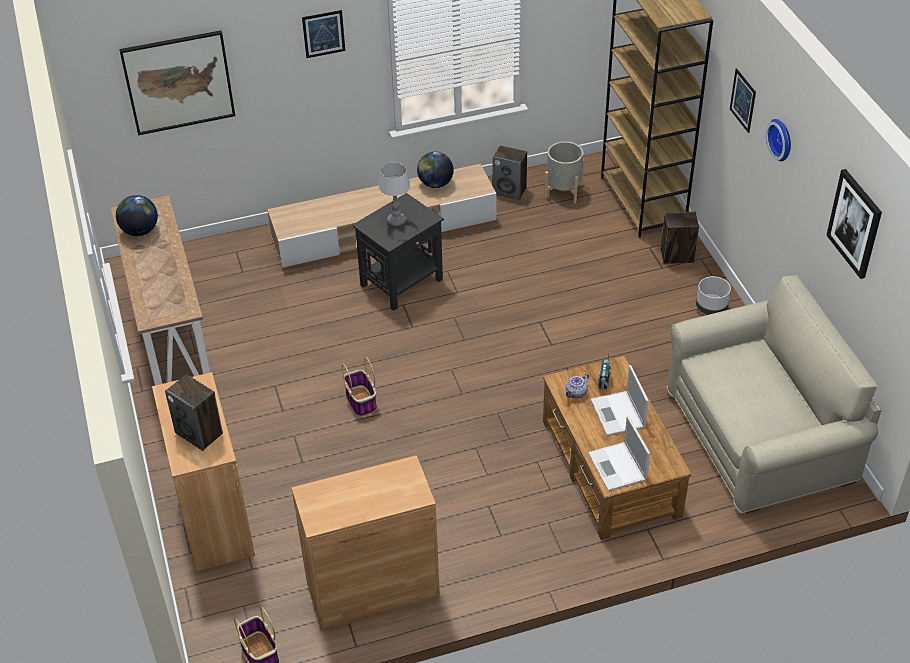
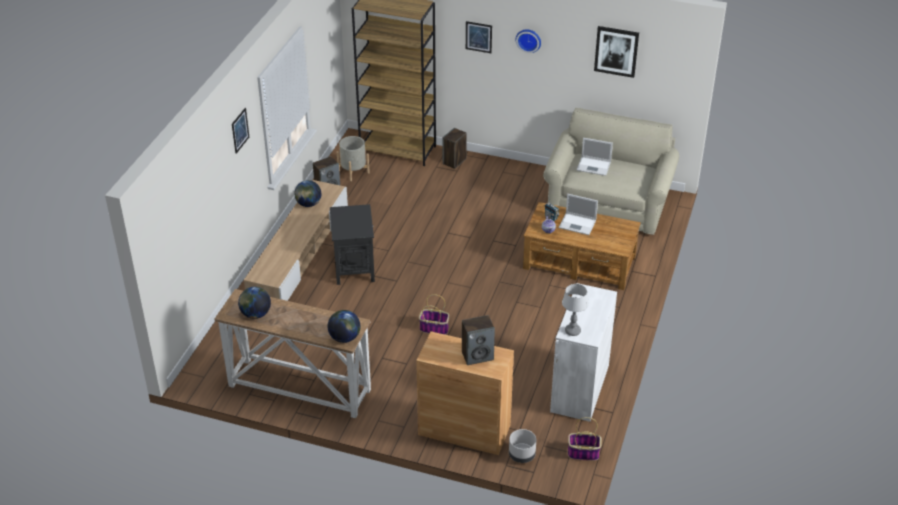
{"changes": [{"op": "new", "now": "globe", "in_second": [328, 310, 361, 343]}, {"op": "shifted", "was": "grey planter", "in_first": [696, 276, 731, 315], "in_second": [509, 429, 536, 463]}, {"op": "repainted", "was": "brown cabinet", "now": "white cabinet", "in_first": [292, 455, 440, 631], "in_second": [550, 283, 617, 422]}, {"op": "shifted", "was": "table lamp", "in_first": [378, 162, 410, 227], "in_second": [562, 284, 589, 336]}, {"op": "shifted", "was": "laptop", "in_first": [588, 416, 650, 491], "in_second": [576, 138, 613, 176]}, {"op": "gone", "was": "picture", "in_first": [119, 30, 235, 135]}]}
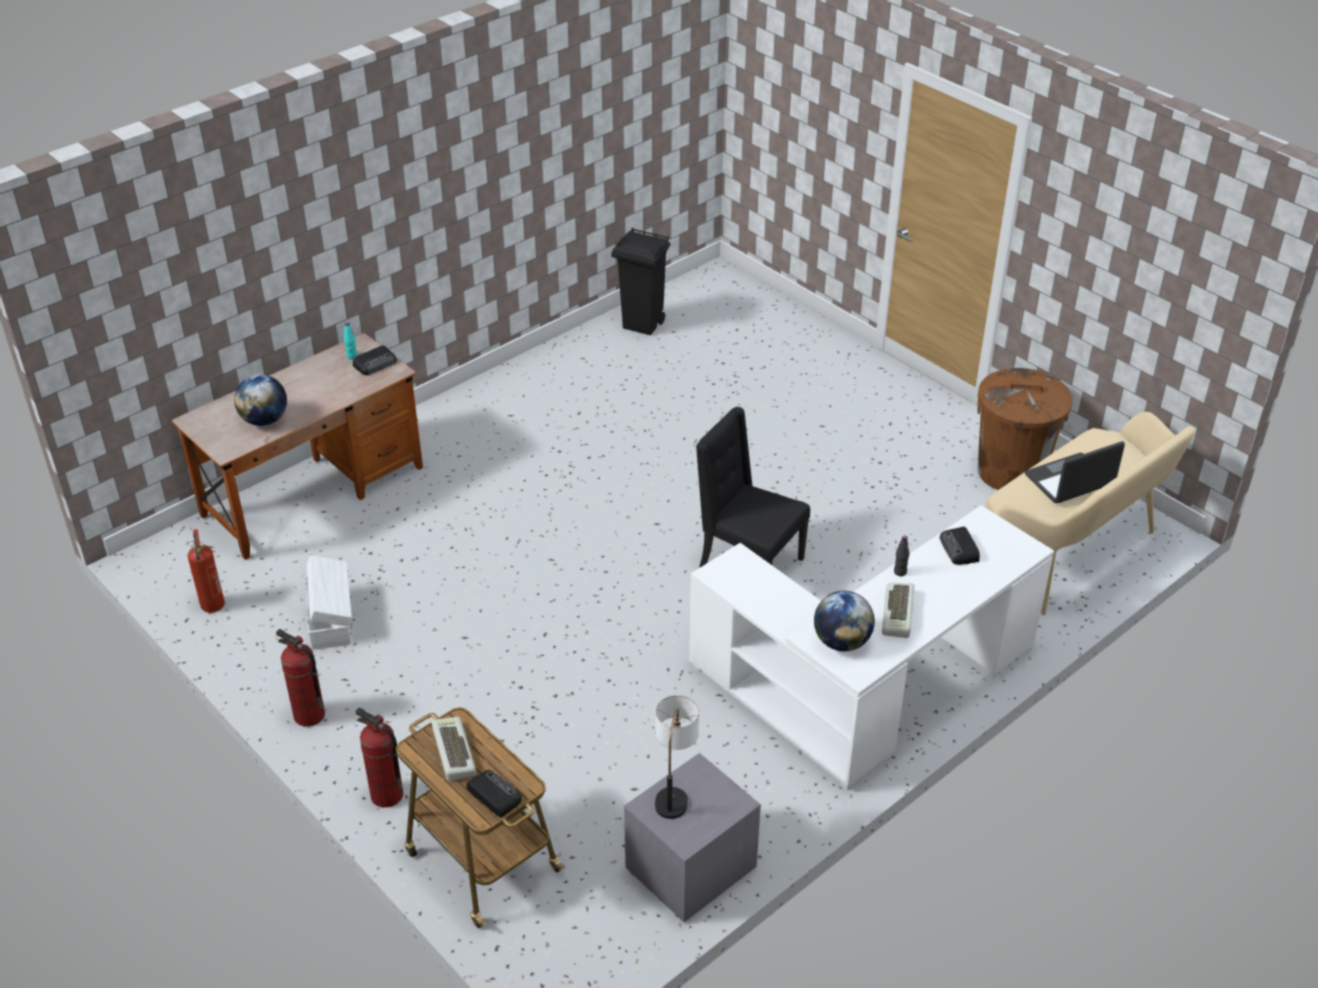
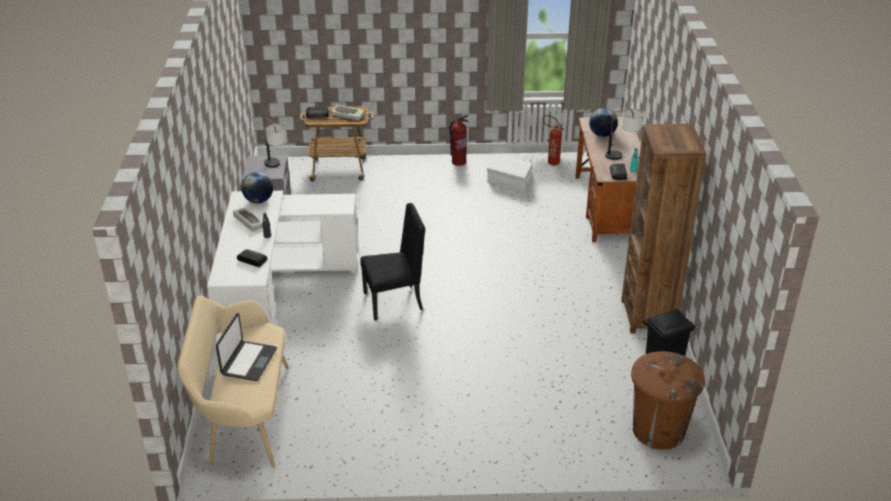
{"changes": [{"op": "new", "now": "table lamp", "in_second": [605, 109, 643, 160]}, {"op": "new", "now": "brown bookcase", "in_second": [621, 124, 706, 334]}, {"op": "shifted", "was": "brown trash can", "in_first": [978, 368, 1073, 490], "in_second": [631, 351, 705, 450]}, {"op": "gone", "was": "fire extinguisher", "in_first": [355, 708, 403, 808]}]}
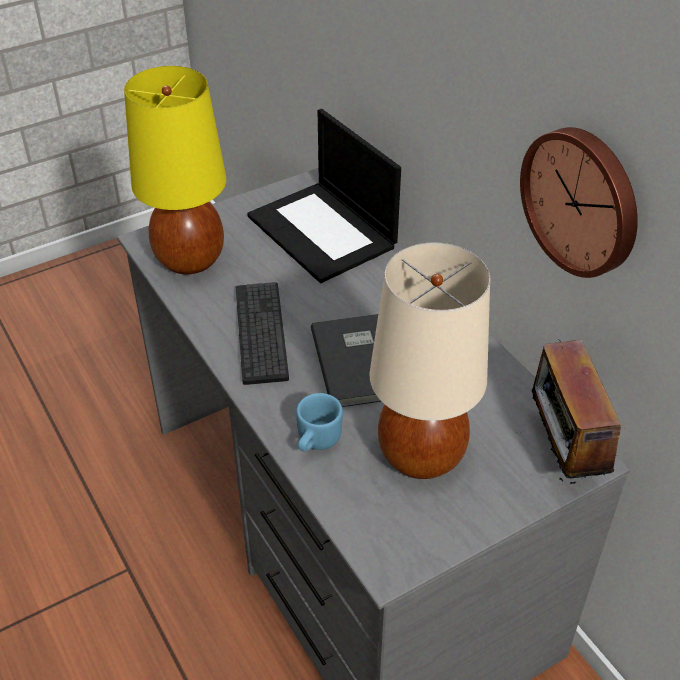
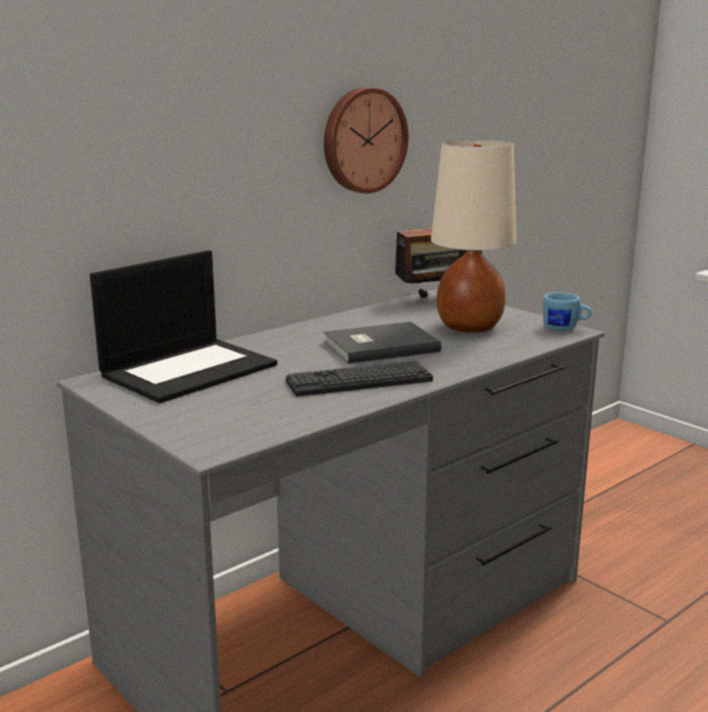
{"changes": [{"op": "shifted", "was": "blue mug", "in_first": [296, 393, 343, 452], "in_second": [543, 292, 592, 331]}, {"op": "gone", "was": "yellow table lamp", "in_first": [124, 66, 226, 274]}]}
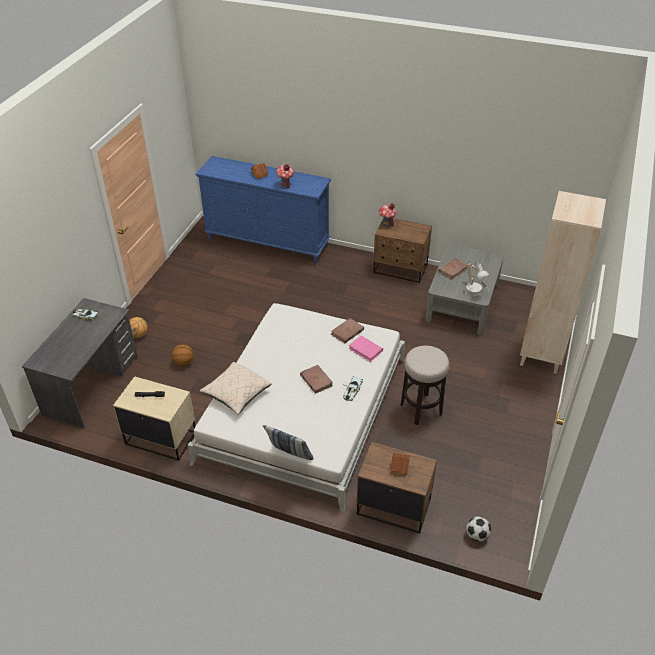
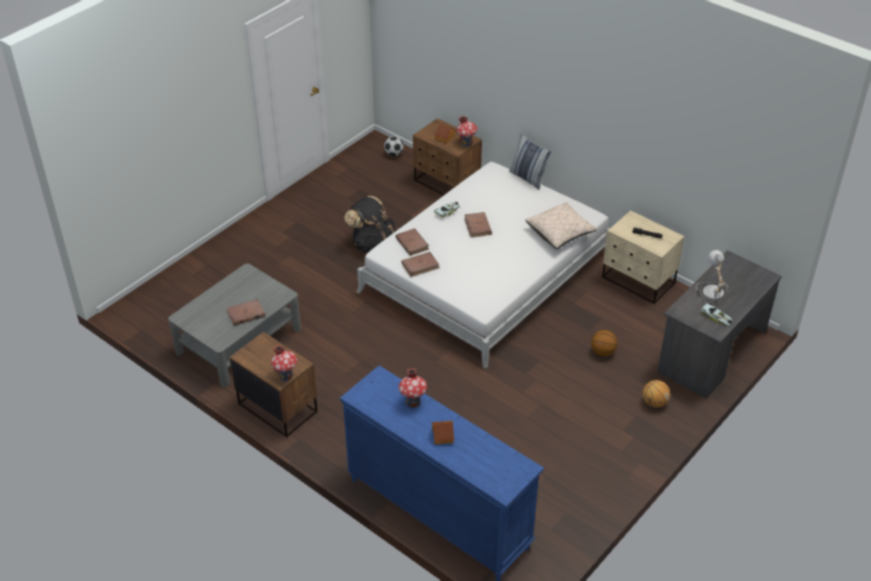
{"changes": [{"op": "swapped", "was": "stool", "now": "black backpack", "in_first": [400, 346, 450, 425], "in_second": [344, 196, 396, 253]}, {"op": "repainted", "was": "pink book", "now": "brown book", "in_first": [349, 336, 383, 362], "in_second": [396, 228, 429, 256]}, {"op": "new", "now": "toy house", "in_second": [456, 116, 478, 147]}, {"op": "shifted", "was": "table lamp", "in_first": [463, 261, 489, 297], "in_second": [696, 250, 731, 303]}, {"op": "gone", "was": "beige bookcase", "in_first": [520, 191, 606, 374]}]}
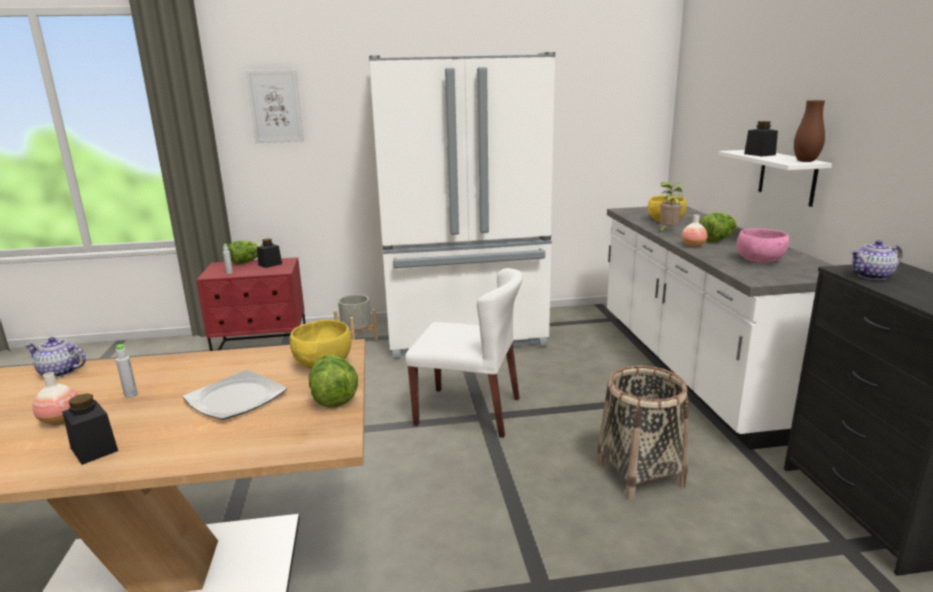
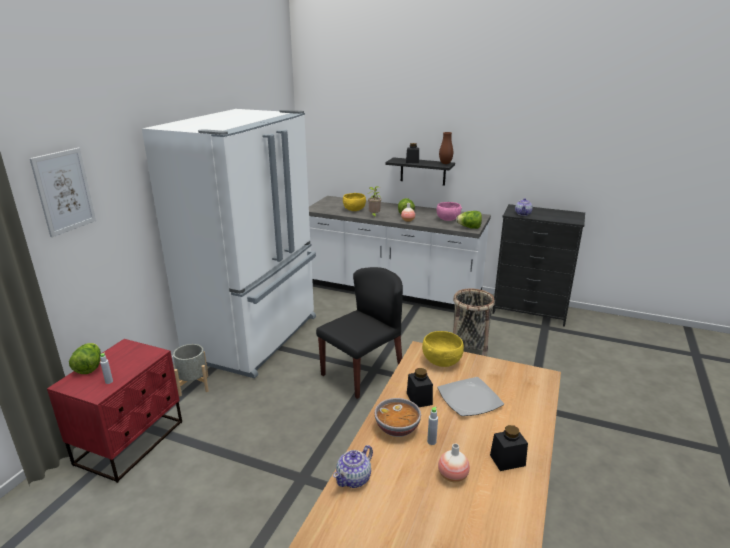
{"changes": [{"op": "repainted", "was": "white chair", "now": "black chair", "in_first": [405, 268, 523, 438], "in_second": [316, 267, 403, 399]}, {"op": "new", "now": "bowl", "in_second": [375, 398, 421, 437]}, {"op": "repainted", "was": "white shelf", "now": "black shelf", "in_first": [719, 150, 832, 207], "in_second": [385, 157, 455, 186]}, {"op": "shifted", "was": "black jar", "in_first": [257, 239, 282, 268], "in_second": [407, 368, 433, 407]}, {"op": "shifted", "was": "lettuce", "in_first": [309, 354, 358, 408], "in_second": [456, 211, 482, 229]}]}
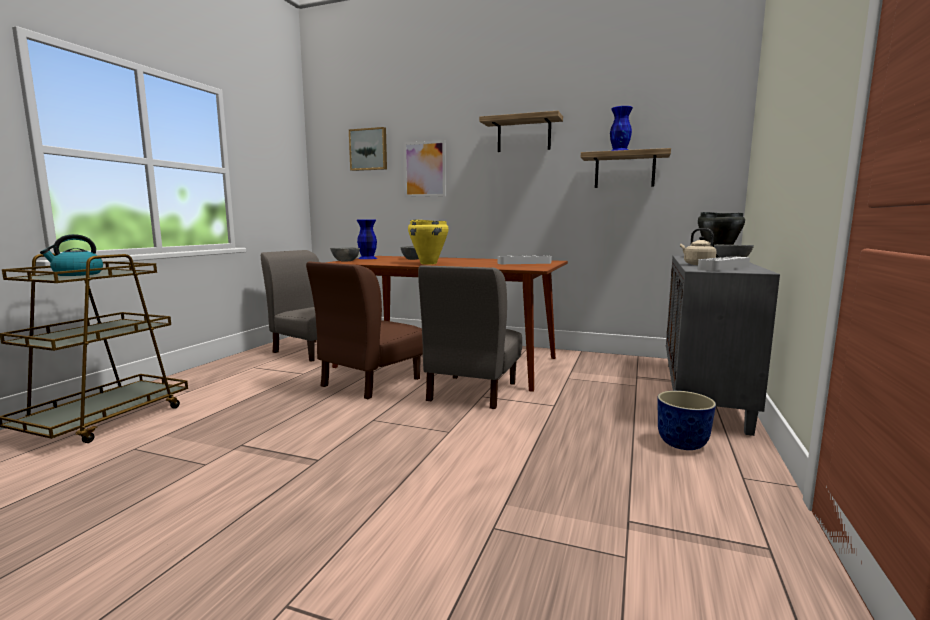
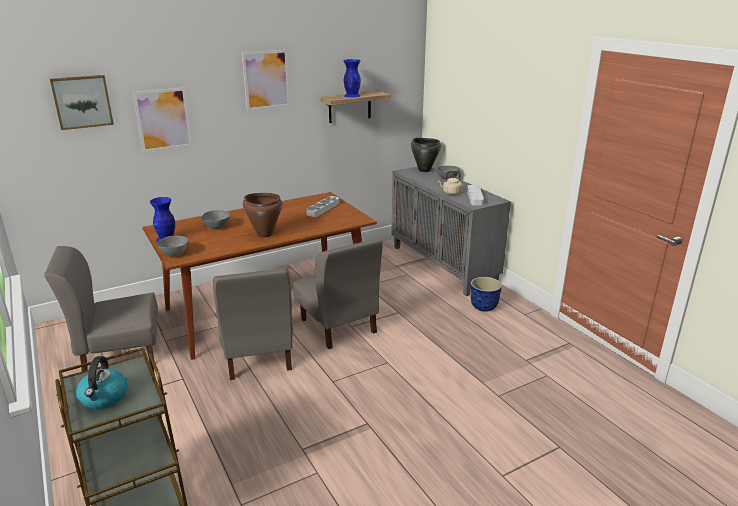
{"changes": [{"op": "repainted", "was": "brown chair", "now": "grey chair", "in_first": [306, 262, 423, 399], "in_second": [213, 268, 293, 380]}, {"op": "swapped", "was": "shelf", "now": "picture", "in_first": [479, 111, 563, 152], "in_second": [242, 50, 290, 111]}, {"op": "repainted", "was": "yellow cooking pot", "now": "brown cooking pot", "in_first": [408, 219, 449, 265], "in_second": [243, 193, 282, 238]}]}
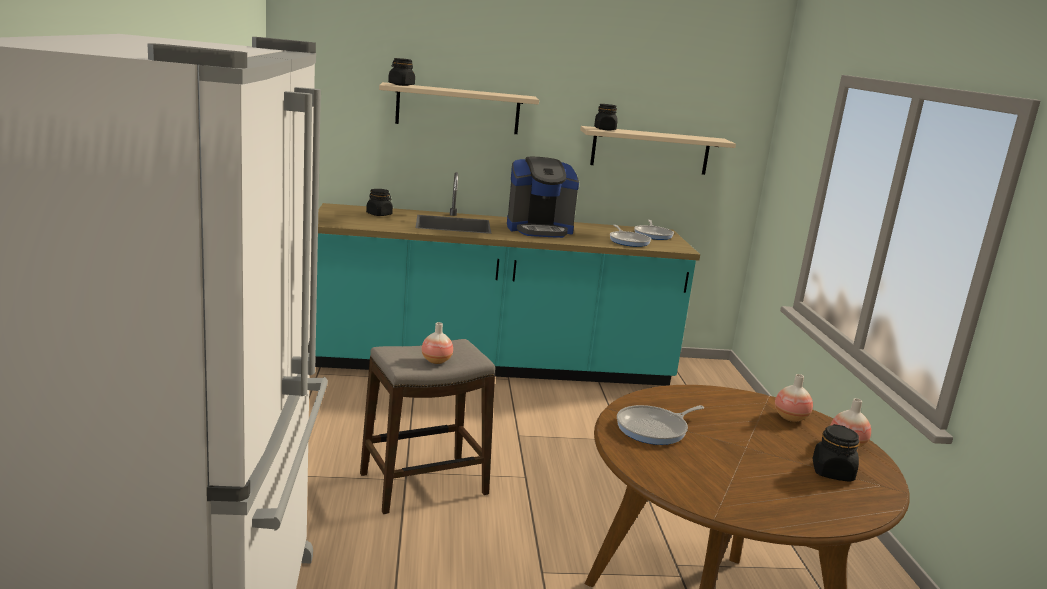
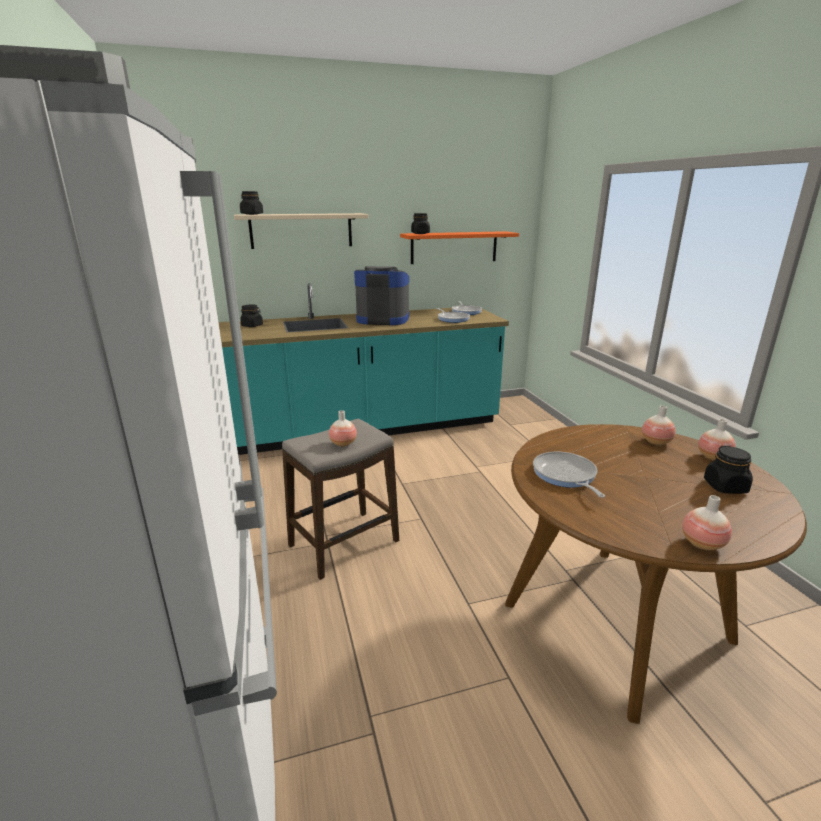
{"changes": [{"op": "rotated", "was": "coffee machine", "in_first": [507, 157, 579, 238], "in_second": [354, 266, 409, 325], "clockwise": -150}, {"op": "repainted", "was": "beige shelf", "now": "orange shelf", "in_first": [580, 126, 736, 175], "in_second": [400, 231, 519, 264]}, {"op": "rotated", "was": "frying pan", "in_first": [617, 405, 704, 445], "in_second": [533, 452, 605, 498], "clockwise": 120}, {"op": "new", "now": "vase", "in_second": [682, 495, 732, 551]}]}
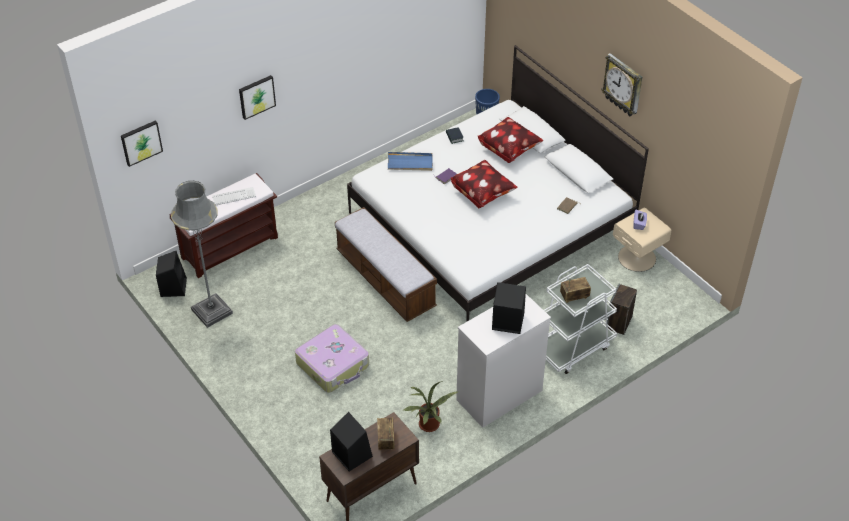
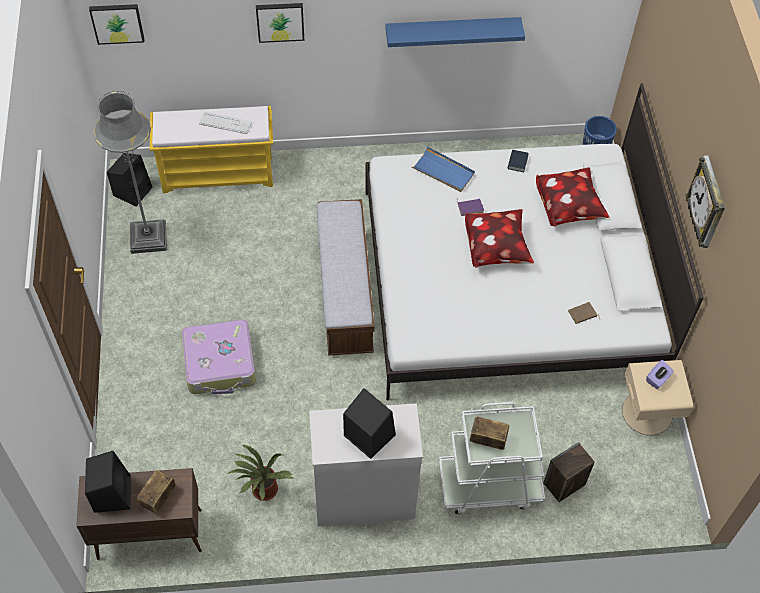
{"changes": [{"op": "repainted", "was": "brown bench", "now": "yellow bench", "in_first": [169, 173, 278, 278], "in_second": [150, 106, 273, 193]}, {"op": "new", "now": "blue shelf", "in_second": [385, 17, 525, 47]}]}
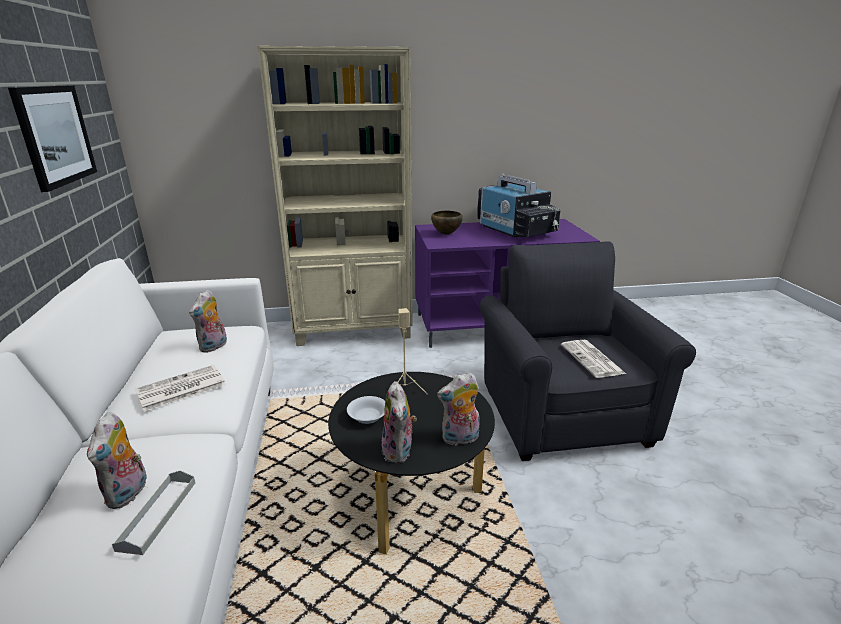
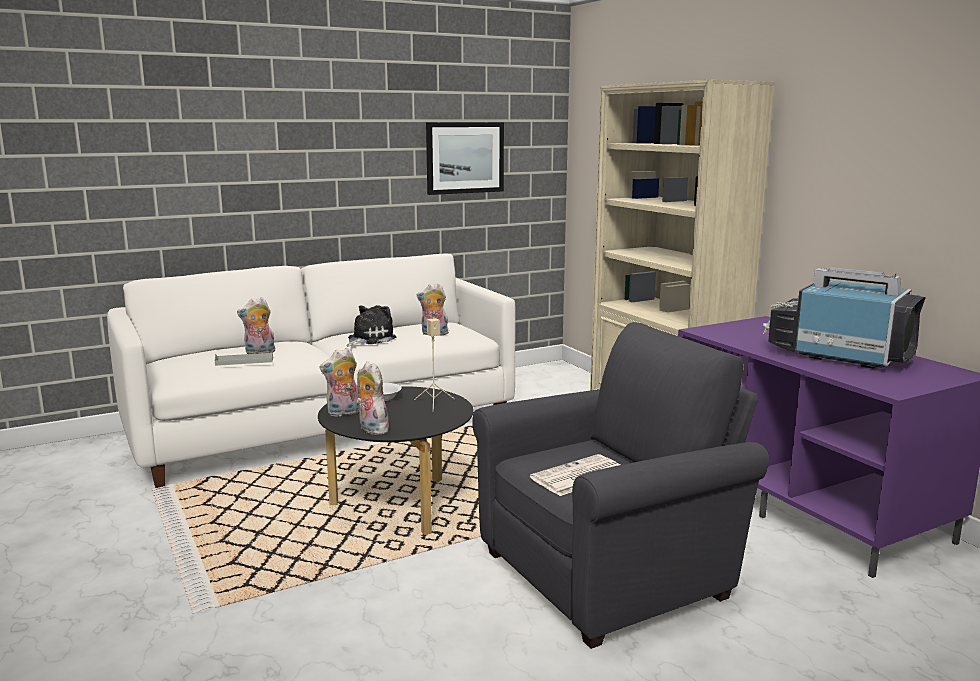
{"changes": [{"op": "swapped", "was": "newspaper", "now": "plush toy", "in_first": [135, 365, 226, 411], "in_second": [346, 305, 396, 346]}, {"op": "rotated", "was": "television", "in_first": [477, 174, 561, 237], "in_second": [763, 267, 926, 369], "clockwise": 90}, {"op": "gone", "was": "brown bowl", "in_first": [431, 211, 463, 235]}]}
